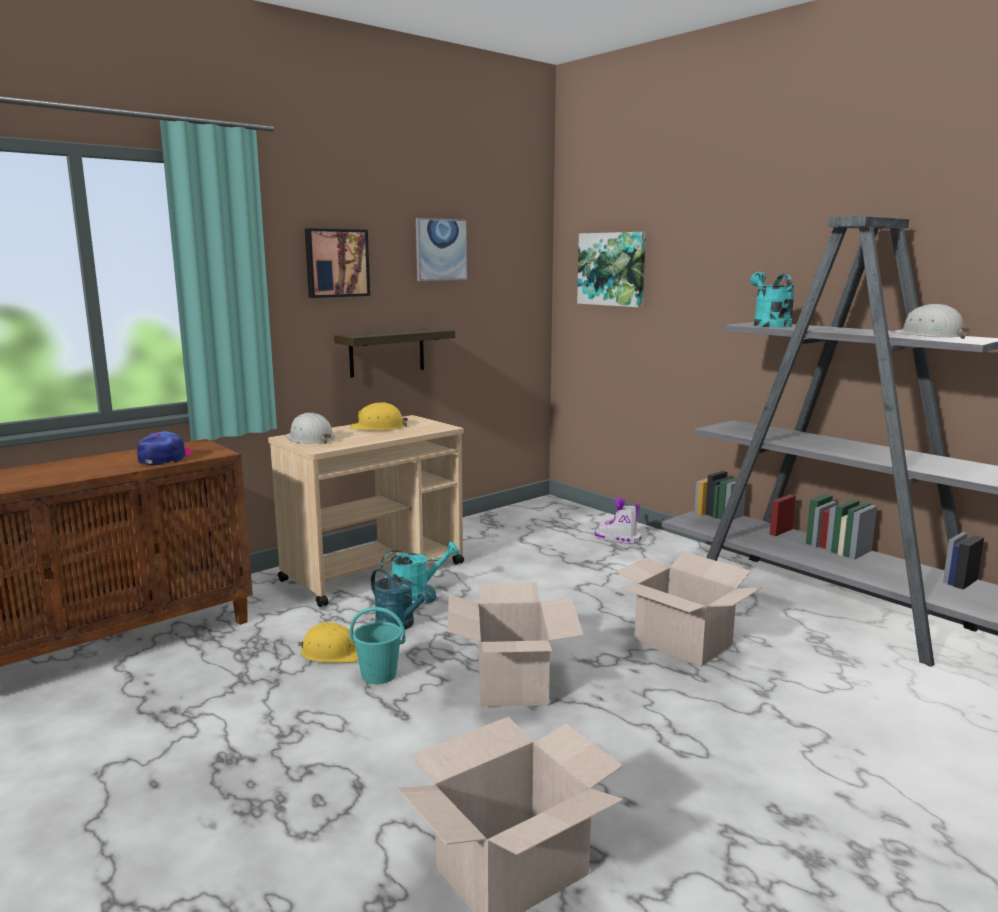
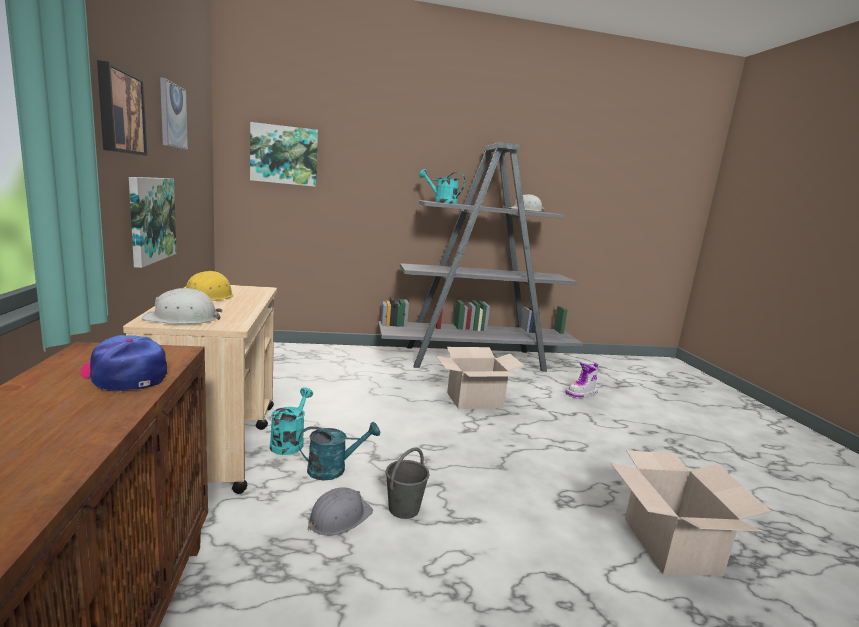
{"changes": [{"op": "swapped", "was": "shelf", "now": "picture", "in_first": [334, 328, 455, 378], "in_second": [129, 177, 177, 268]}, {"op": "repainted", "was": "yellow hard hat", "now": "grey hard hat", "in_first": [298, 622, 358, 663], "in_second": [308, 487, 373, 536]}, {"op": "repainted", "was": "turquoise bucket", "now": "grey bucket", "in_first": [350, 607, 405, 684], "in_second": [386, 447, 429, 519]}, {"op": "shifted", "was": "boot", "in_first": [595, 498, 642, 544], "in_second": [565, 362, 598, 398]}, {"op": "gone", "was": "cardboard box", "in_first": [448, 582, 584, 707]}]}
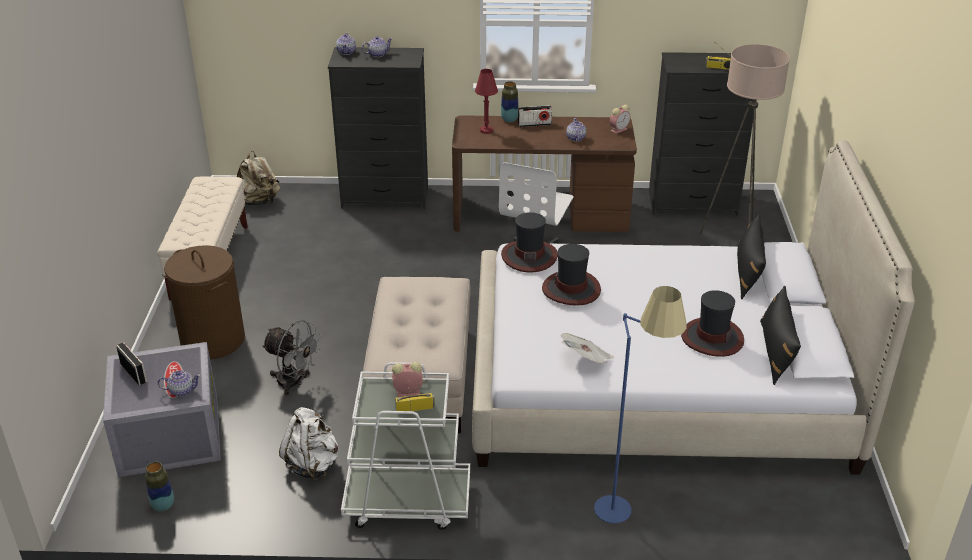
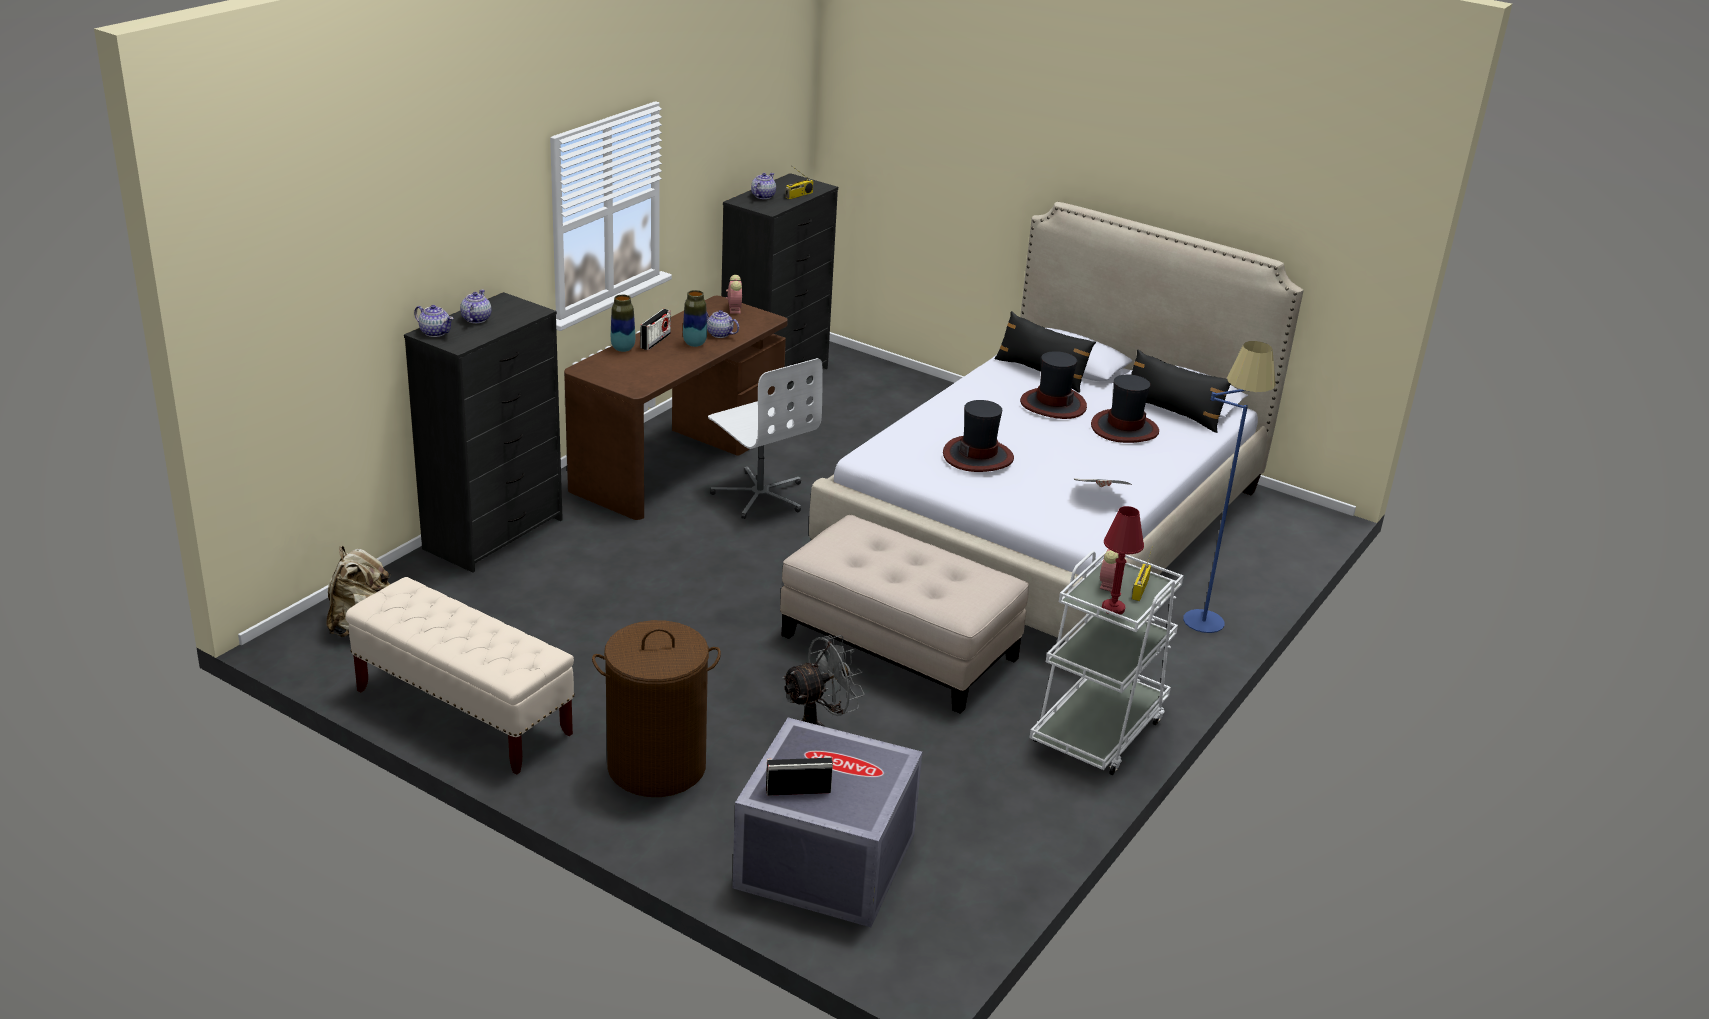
{"changes": [{"op": "shifted", "was": "vase", "in_first": [145, 461, 174, 511], "in_second": [683, 290, 707, 347]}, {"op": "shifted", "was": "teapot", "in_first": [158, 370, 201, 397], "in_second": [751, 173, 776, 199]}, {"op": "shifted", "was": "hat", "in_first": [501, 212, 558, 273], "in_second": [1020, 351, 1087, 419]}, {"op": "shifted", "was": "red table lamp", "in_first": [475, 69, 498, 134], "in_second": [1102, 506, 1144, 614]}, {"op": "gone", "was": "white backpack", "in_first": [279, 407, 338, 480]}, {"op": "gone", "was": "beige floor lamp", "in_first": [700, 44, 790, 235]}]}
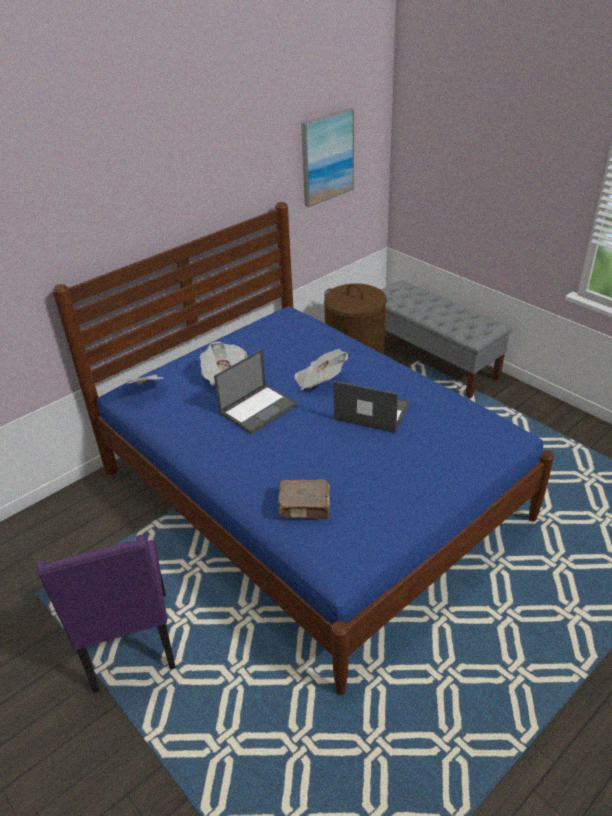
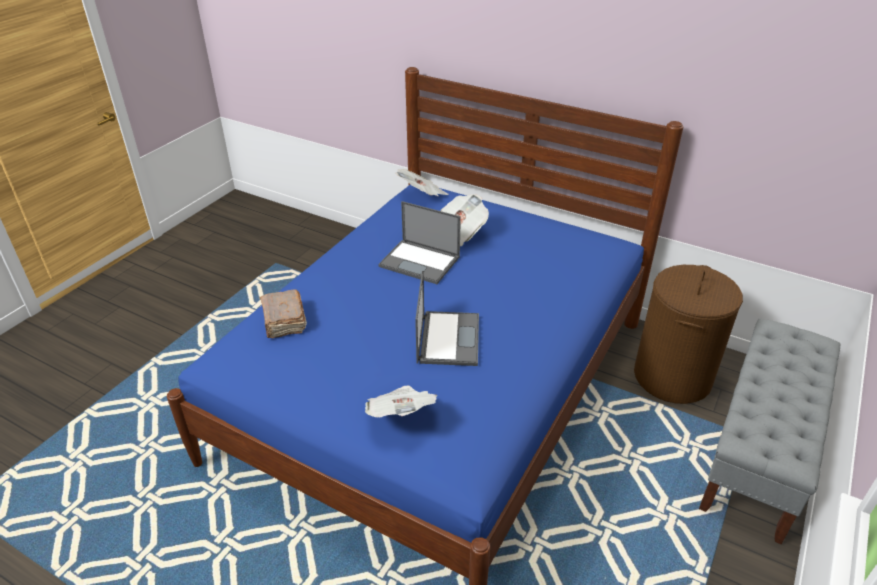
{"changes": [{"op": "shifted", "was": "newspaper", "in_first": [294, 349, 348, 390], "in_second": [365, 385, 438, 417]}, {"op": "gone", "was": "purple chair", "in_first": [36, 535, 176, 693]}, {"op": "gone", "was": "picture", "in_first": [301, 108, 354, 207]}]}
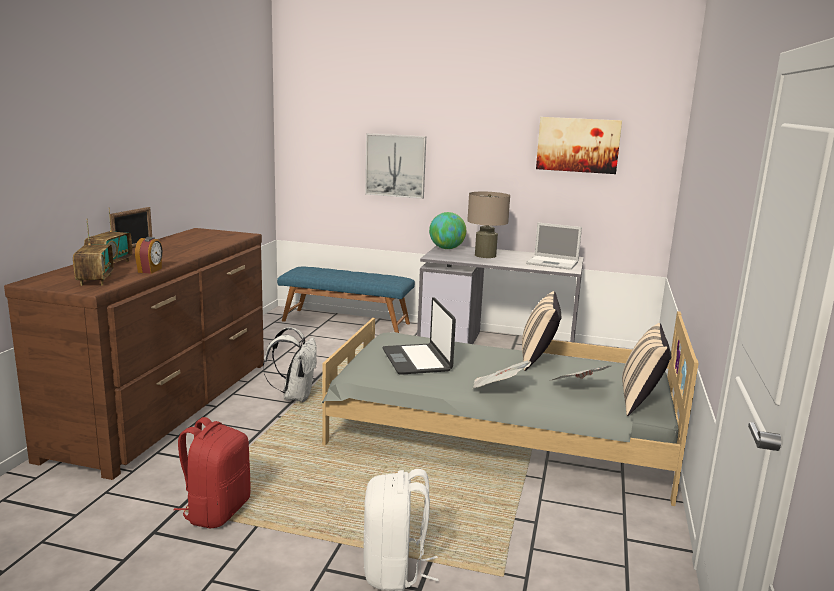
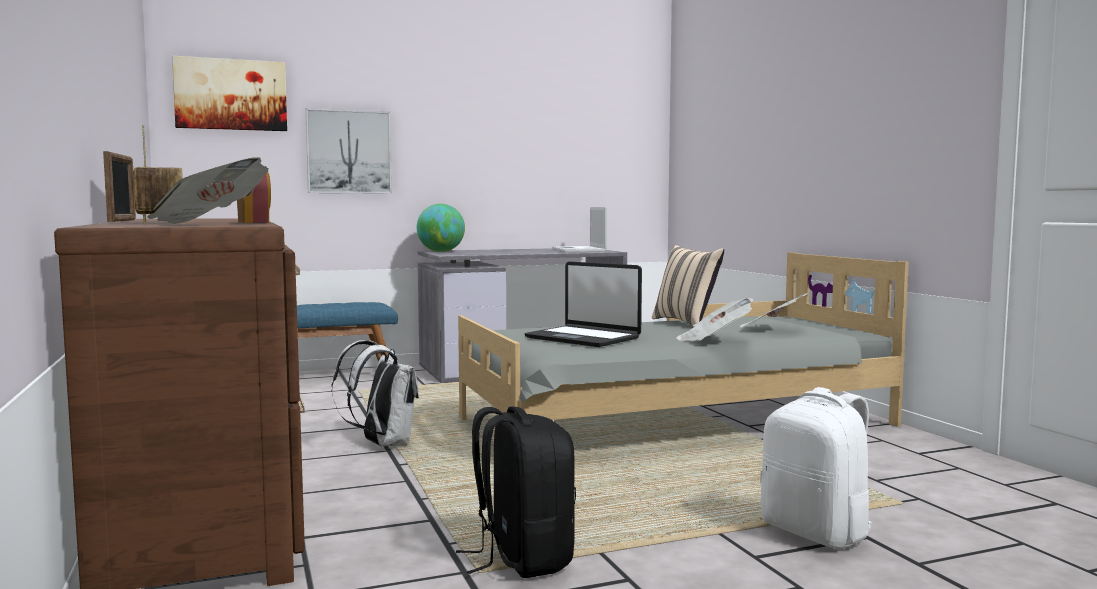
{"changes": [{"op": "swapped", "was": "radio", "now": "newspaper", "in_first": [73, 219, 114, 286], "in_second": [147, 157, 269, 224]}, {"op": "shifted", "was": "picture", "in_first": [536, 117, 622, 174], "in_second": [172, 56, 287, 131]}, {"op": "repainted", "was": "red backpack", "now": "black backpack", "in_first": [173, 417, 251, 528], "in_second": [456, 406, 576, 578]}, {"op": "rotated", "was": "laptop", "in_first": [526, 223, 582, 270], "in_second": [552, 207, 607, 252], "clockwise": 90}, {"op": "gone", "was": "beige table lamp", "in_first": [467, 192, 510, 258]}, {"op": "gone", "was": "beige pillow", "in_first": [622, 323, 671, 416]}]}
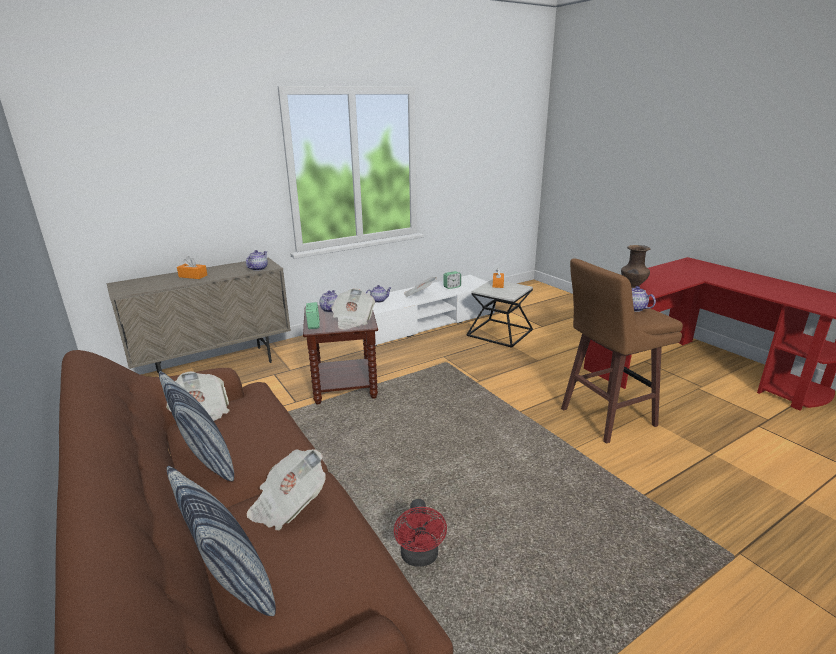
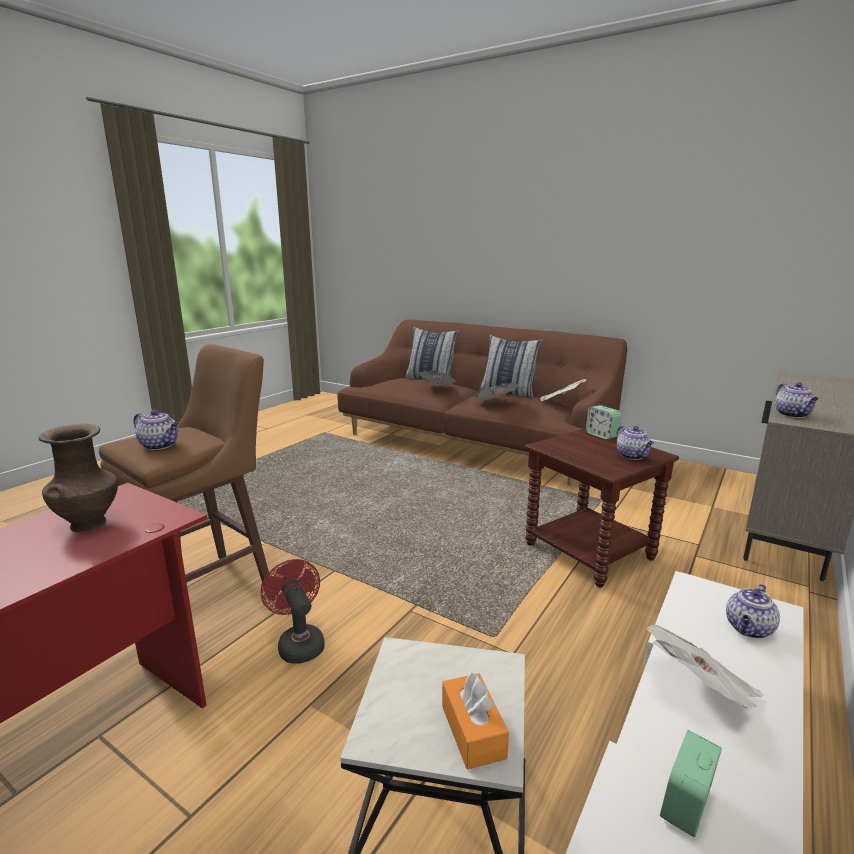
{"changes": [{"op": "shifted", "was": "red fan", "in_first": [394, 499, 447, 567], "in_second": [261, 559, 325, 664]}, {"op": "shifted", "was": "newspaper", "in_first": [331, 288, 375, 329], "in_second": [474, 383, 519, 398]}, {"op": "gone", "was": "orange tissue box", "in_first": [177, 256, 207, 279]}]}
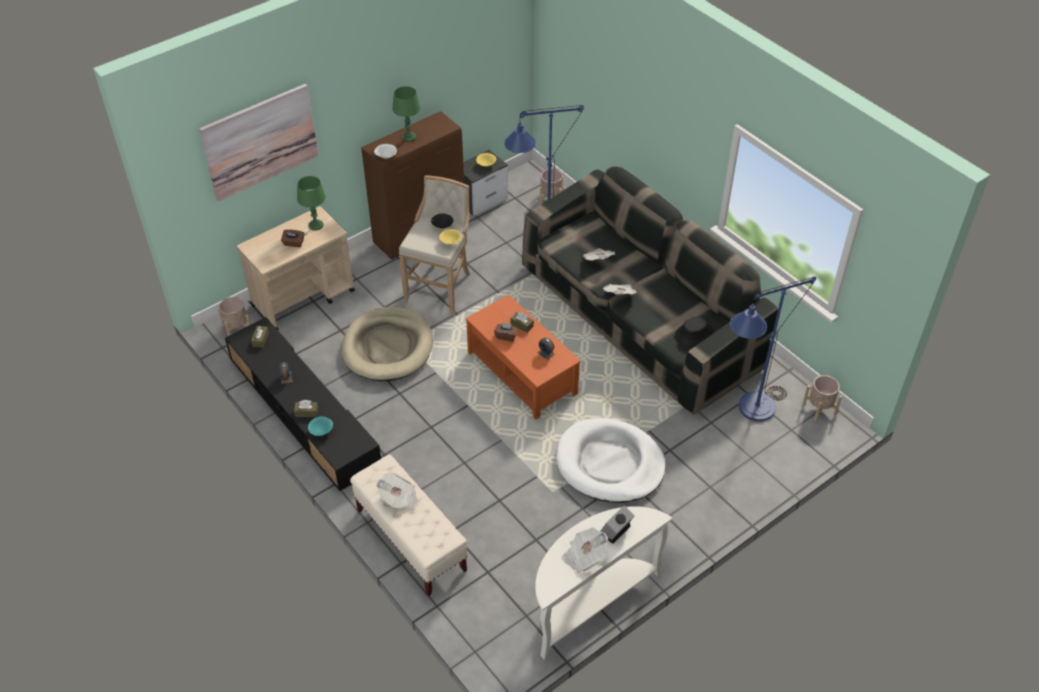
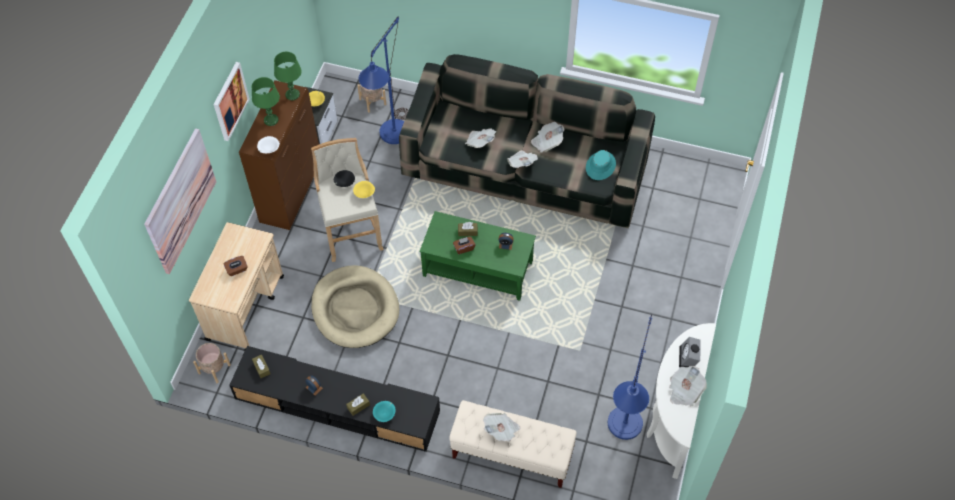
{"changes": [{"op": "new", "now": "picture", "in_second": [213, 62, 250, 141]}, {"op": "shifted", "was": "green table lamp", "in_first": [297, 176, 326, 231], "in_second": [274, 52, 302, 100]}, {"op": "repainted", "was": "orange coffee table", "now": "green coffee table", "in_first": [466, 295, 581, 420], "in_second": [420, 211, 536, 301]}, {"op": "new", "now": "newspaper", "in_second": [531, 122, 565, 153]}, {"op": "repainted", "was": "black hat", "now": "turquoise hat", "in_first": [675, 317, 714, 347], "in_second": [586, 150, 616, 180]}, {"op": "shifted", "was": "blue floor lamp", "in_first": [730, 277, 816, 421], "in_second": [608, 314, 652, 440]}, {"op": "gone", "was": "white dog bed", "in_first": [556, 418, 666, 503]}, {"op": "gone", "was": "beige planter", "in_first": [802, 375, 842, 421]}]}
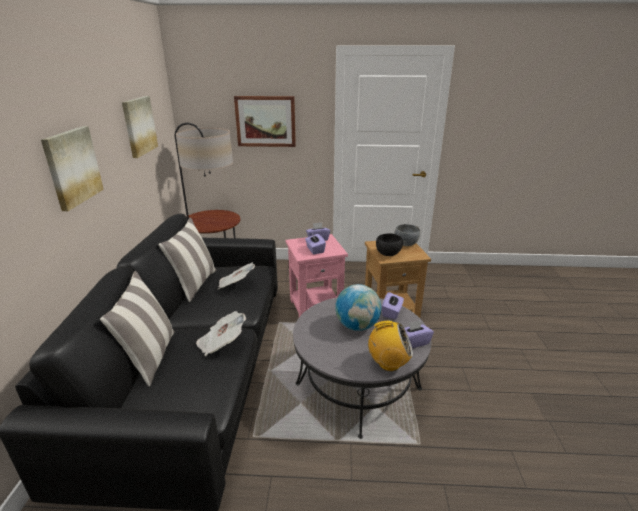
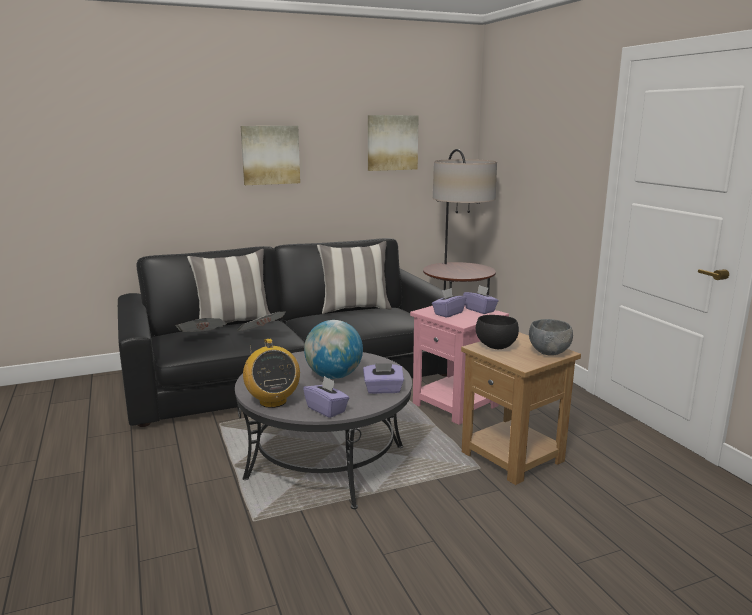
{"changes": [{"op": "shifted", "was": "newspaper", "in_first": [218, 262, 255, 289], "in_second": [175, 318, 227, 332]}, {"op": "gone", "was": "picture", "in_first": [234, 96, 296, 147]}]}
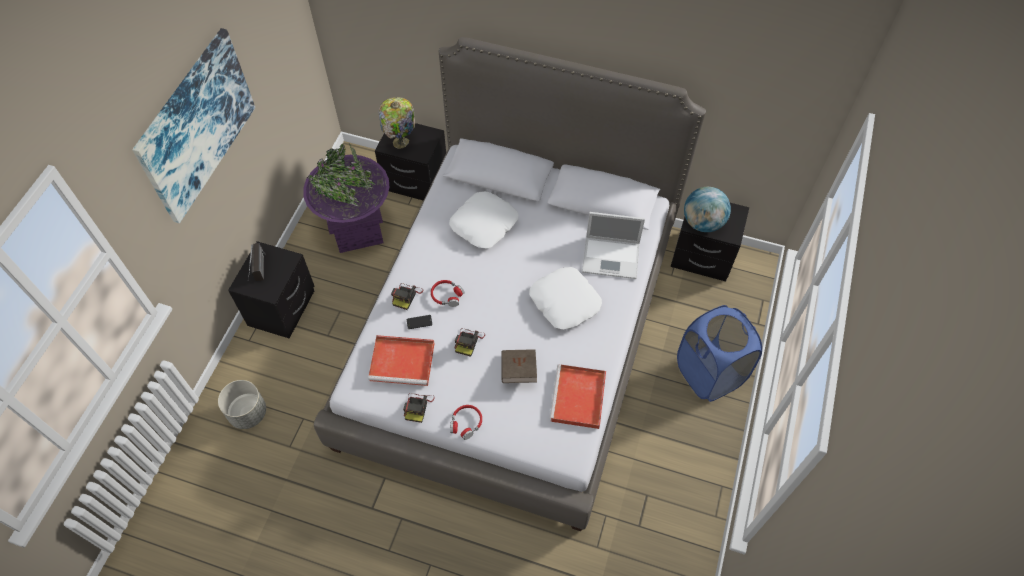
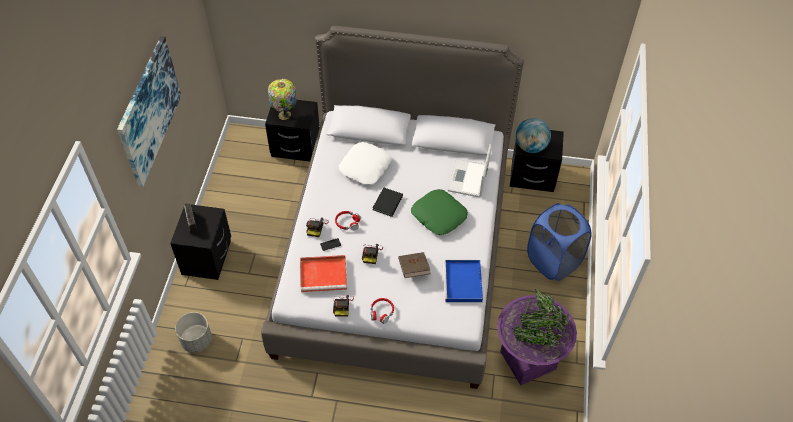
{"changes": [{"op": "new", "now": "black book", "in_second": [373, 188, 403, 217]}, {"op": "repainted", "was": "white pillow", "now": "green pillow", "in_first": [529, 267, 602, 330], "in_second": [411, 189, 468, 235]}, {"op": "repainted", "was": "red tray", "now": "blue tray", "in_first": [549, 364, 606, 429], "in_second": [443, 260, 483, 302]}, {"op": "rotated", "was": "laptop", "in_first": [582, 212, 645, 279], "in_second": [448, 144, 492, 197], "clockwise": 105}, {"op": "shifted", "was": "purple planter", "in_first": [303, 144, 389, 253], "in_second": [497, 289, 577, 385]}]}
